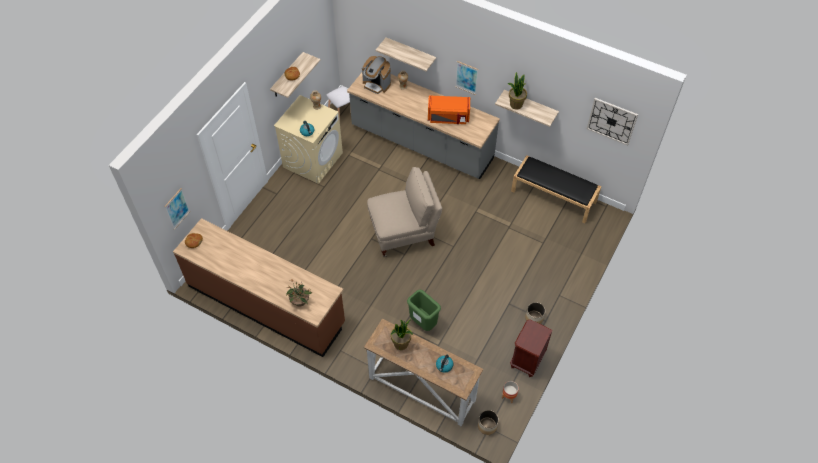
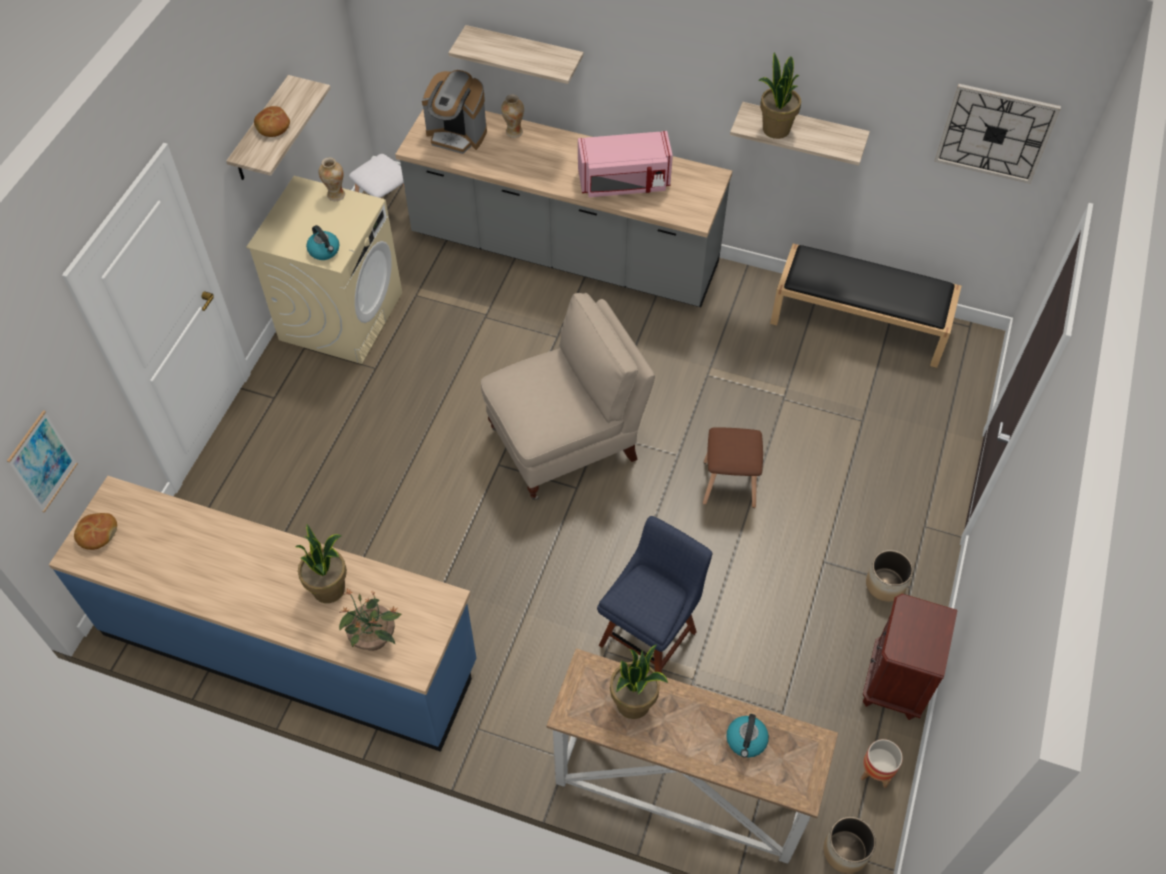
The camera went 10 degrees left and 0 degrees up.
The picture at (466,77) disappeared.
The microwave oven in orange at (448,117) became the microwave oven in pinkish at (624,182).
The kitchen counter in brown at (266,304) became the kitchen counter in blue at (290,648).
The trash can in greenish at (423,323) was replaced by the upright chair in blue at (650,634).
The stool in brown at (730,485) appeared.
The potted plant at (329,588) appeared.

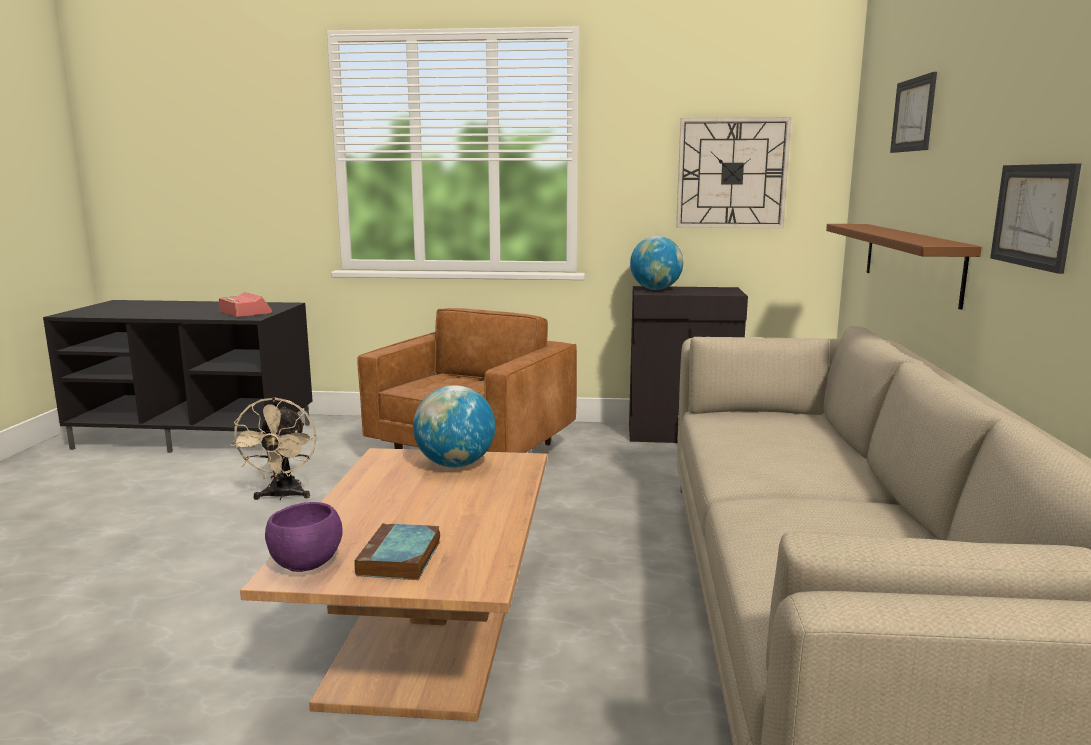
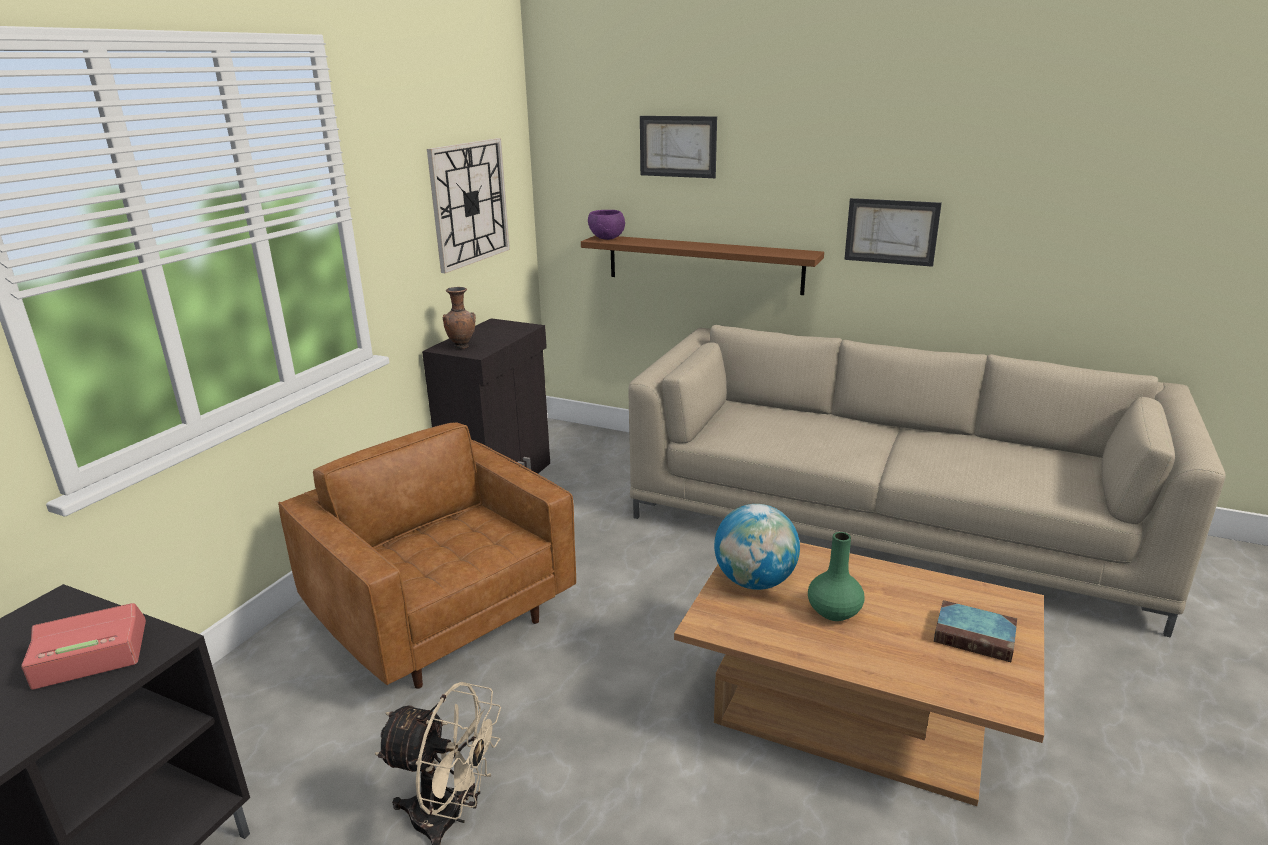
The camera went 70 degrees left and 10 degrees up.
The world globe at (655,289) was replaced by the vase in brown at (462,346).
The deep dish in purple-coloured moved from (306,565) to (607,238).
The vase in greenish at (833,612) appeared.

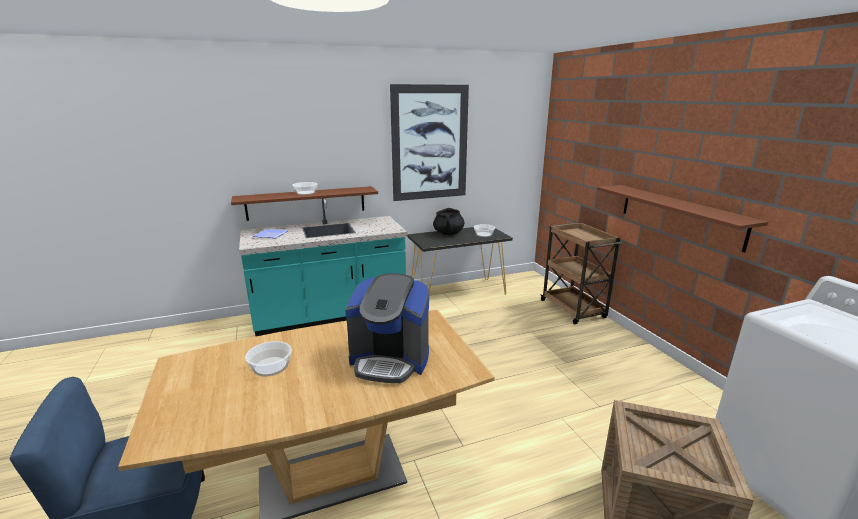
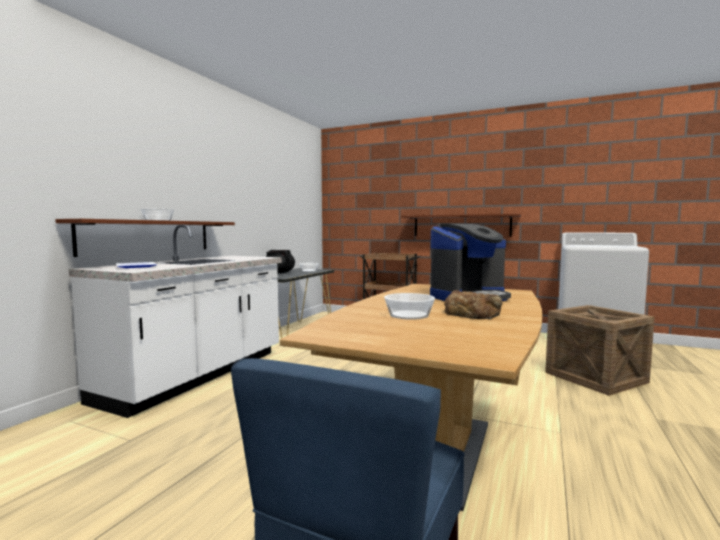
The camera went 45 degrees left and 15 degrees down.
The picture at (430,143) disappeared.
The kitchen counter in blue-green at (331,316) became the kitchen counter in white at (198,375).
The bakery bread at (472,313) appeared.

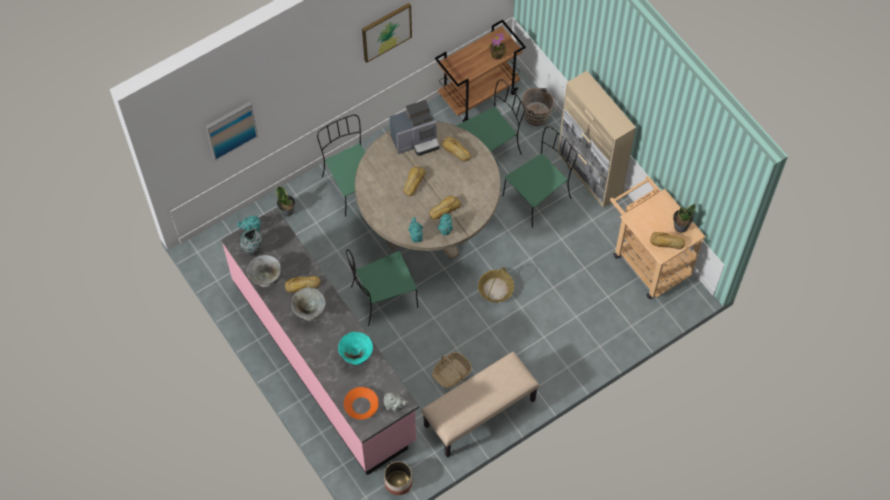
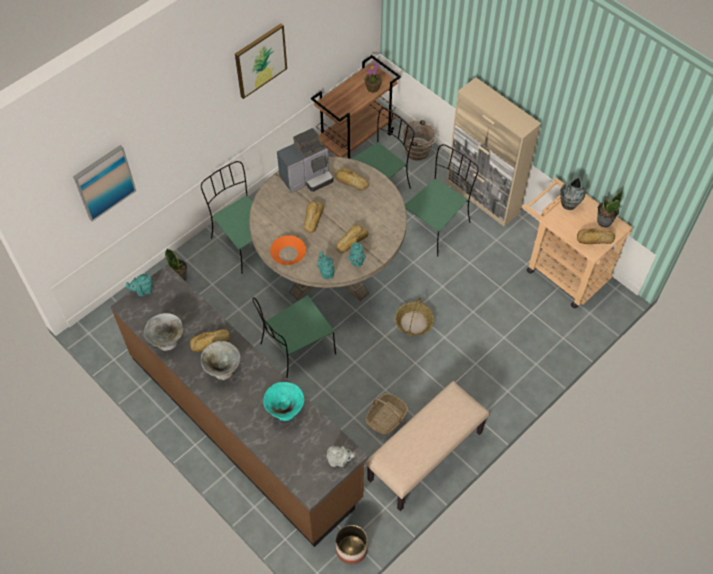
The camera went 10 degrees left and 5 degrees down.
The kitchen counter in pinkish at (324,360) became the kitchen counter in brown at (244,426).
The vase moved from (252,249) to (568,204).
The deep dish in orange moved from (361,405) to (288,253).

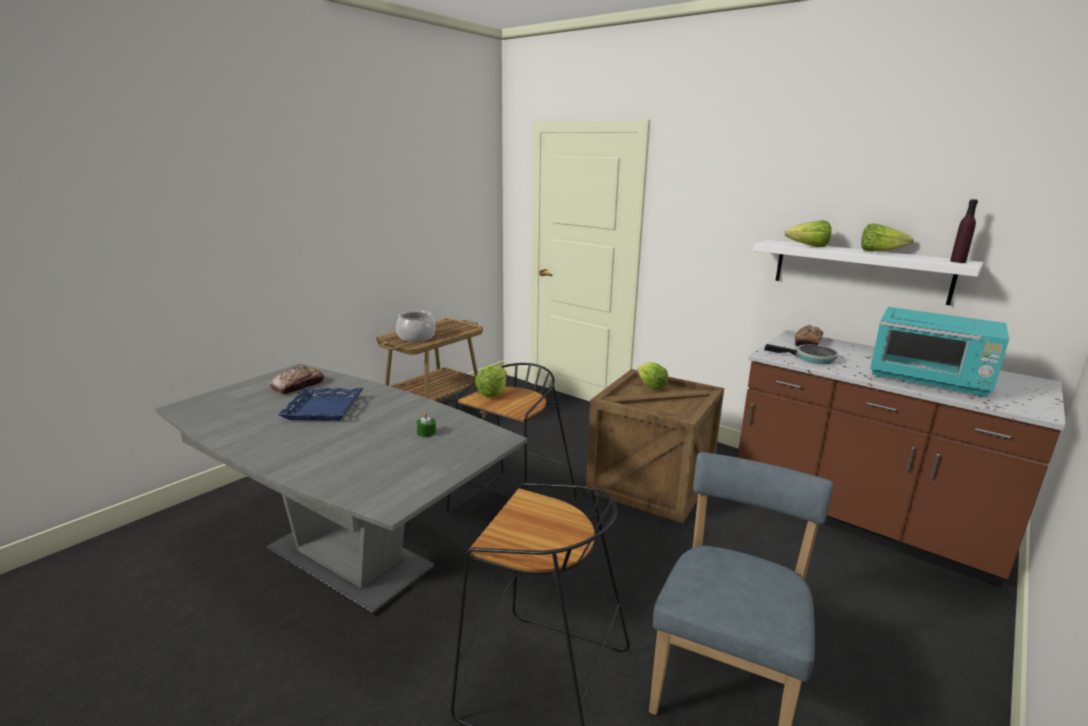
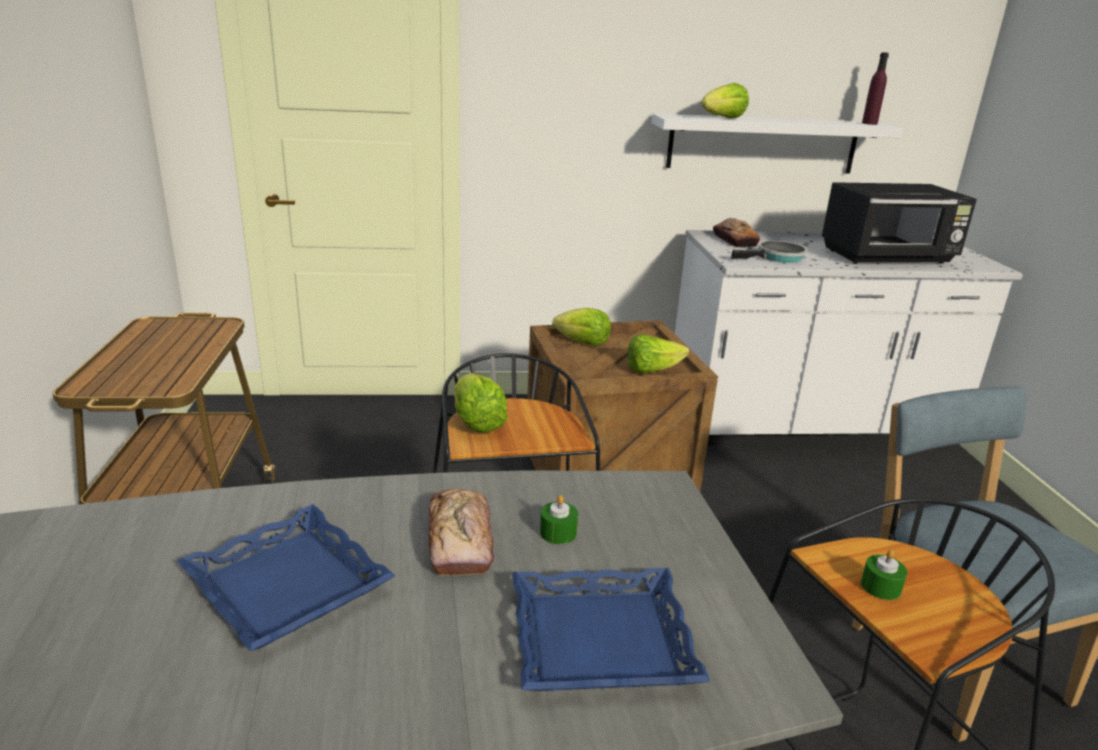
The camera went 45 degrees left and 5 degrees up.
The lettuce head moved from (879,252) to (652,370).
The microwave oven in blue-green at (929,380) became the microwave oven in black-coloured at (888,257).
The cooking pot at (416,337) disappeared.
The kitchen counter in brown at (861,519) became the kitchen counter in white at (806,425).
The bakery bread moved from (298,386) to (460,541).
The candle in greenish at (880,587) appeared.
The carrying tray in blue at (601,641) appeared.

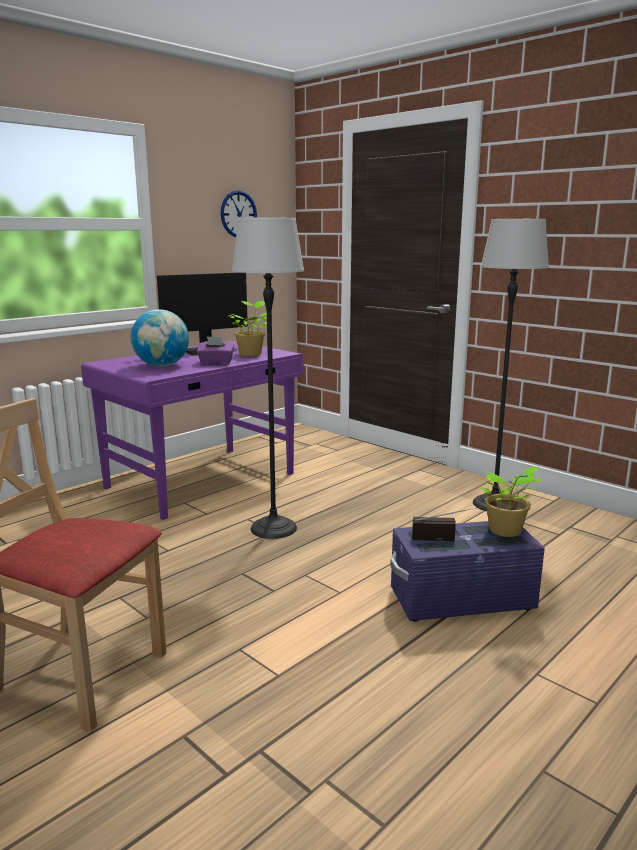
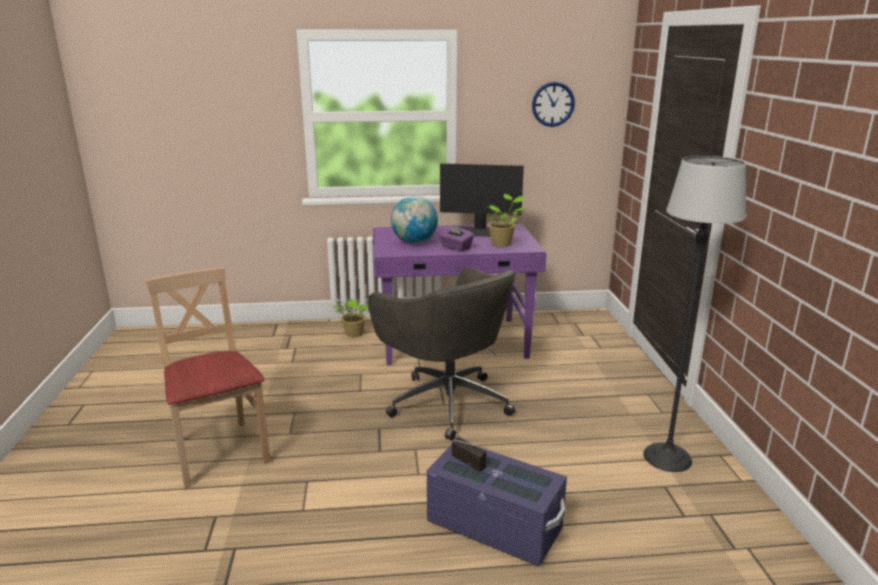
The camera went 40 degrees right and 5 degrees up.
The floor lamp at (273,528) was replaced by the desk chair in gray at (446,402).
The potted plant moved from (506,532) to (353,334).

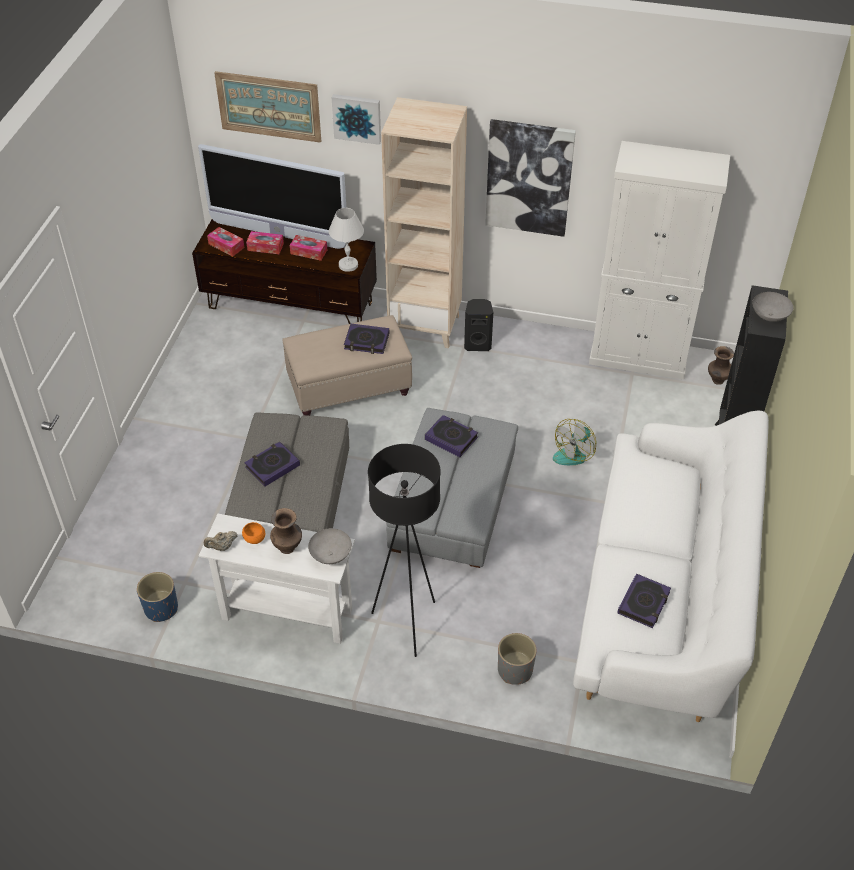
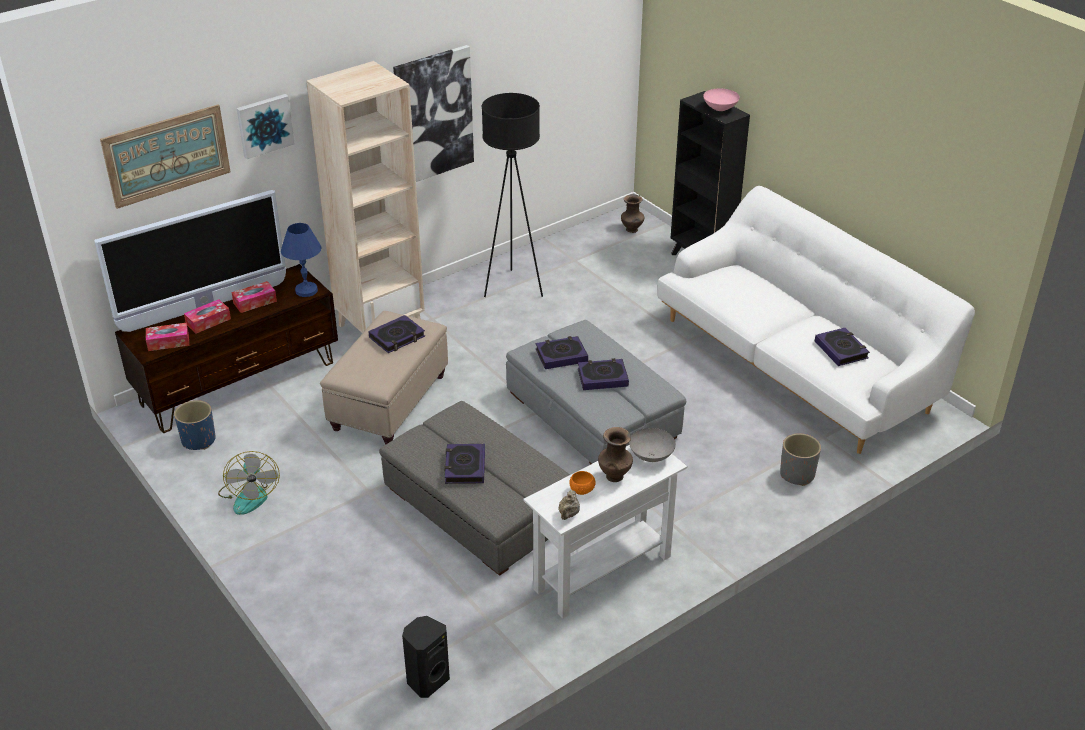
The camera went 50 degrees left and 10 degrees down.
The cabinet in white at (639,356) disappeared.
The lamp for a table in white at (348,265) became the lamp for a table in blue at (306,290).
The deep dish in gray at (770,316) became the deep dish in pinkish at (720,108).
The speaker in black-coloured moved from (477,344) to (427,680).
The electric fan moved from (574,452) to (250,495).
The floor lamp in black-coloured moved from (407,624) to (513,288).
The flower pot in blue moved from (161,608) to (198,440).
The bound book at (602,377) appeared.

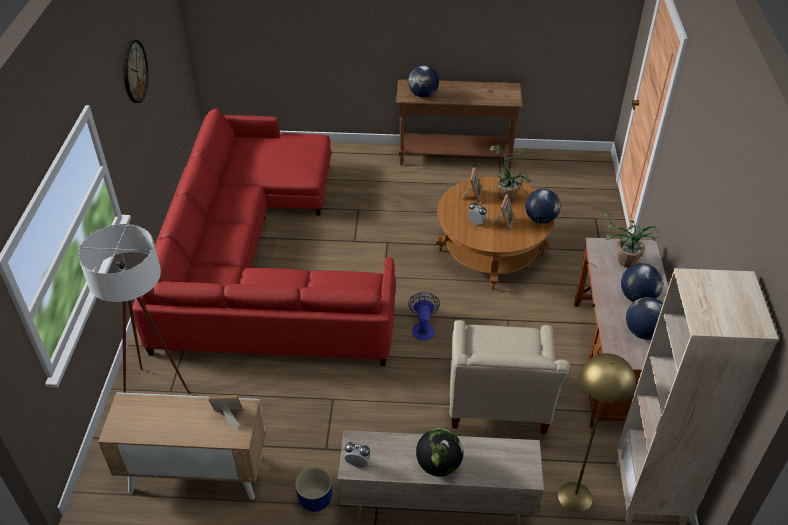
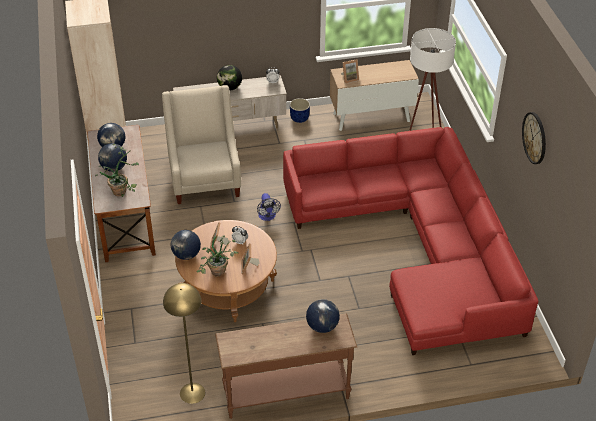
The camera went 165 degrees right and 0 degrees up.
The floor lamp in yellow-coloured moved from (575,497) to (192,393).

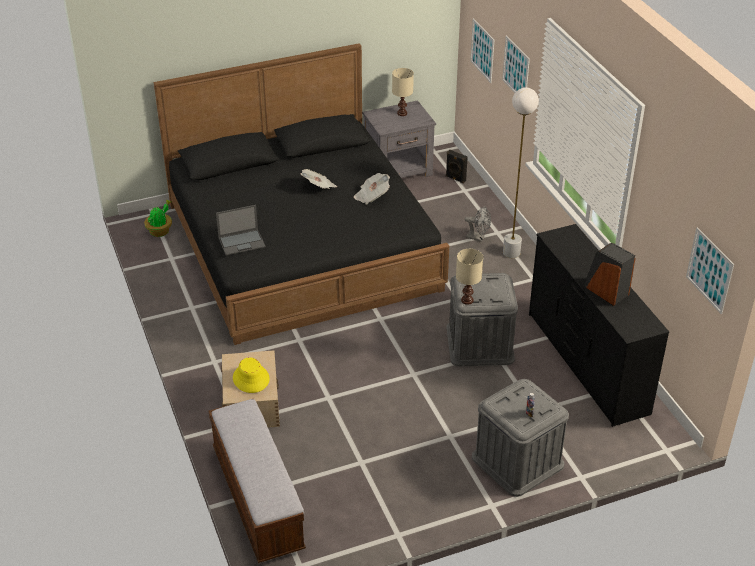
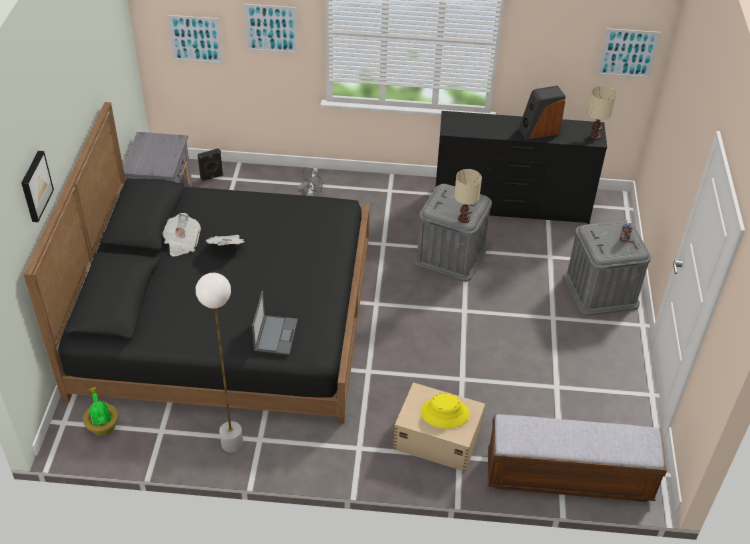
The camera went 65 degrees left and 5 degrees up.
The lamp for a table in beige moved from (401,113) to (594,136).
The floor lamp in white moved from (511,253) to (232,443).
The daily paper moved from (371,196) to (182,243).
The picture at (35,186) appeared.

